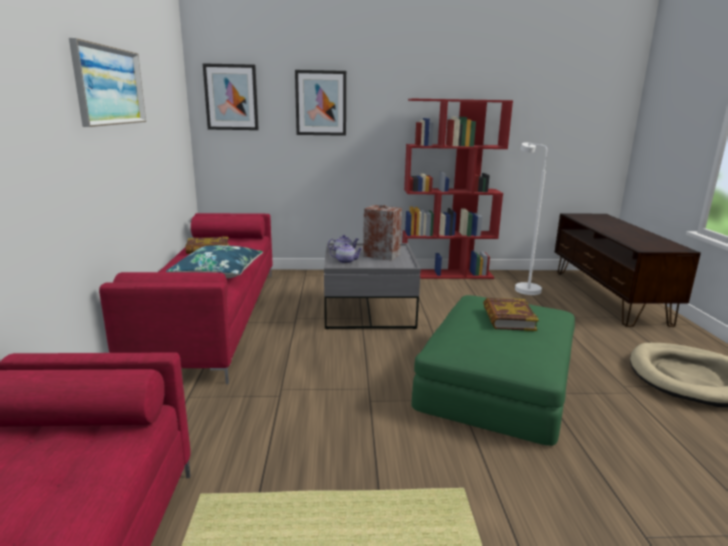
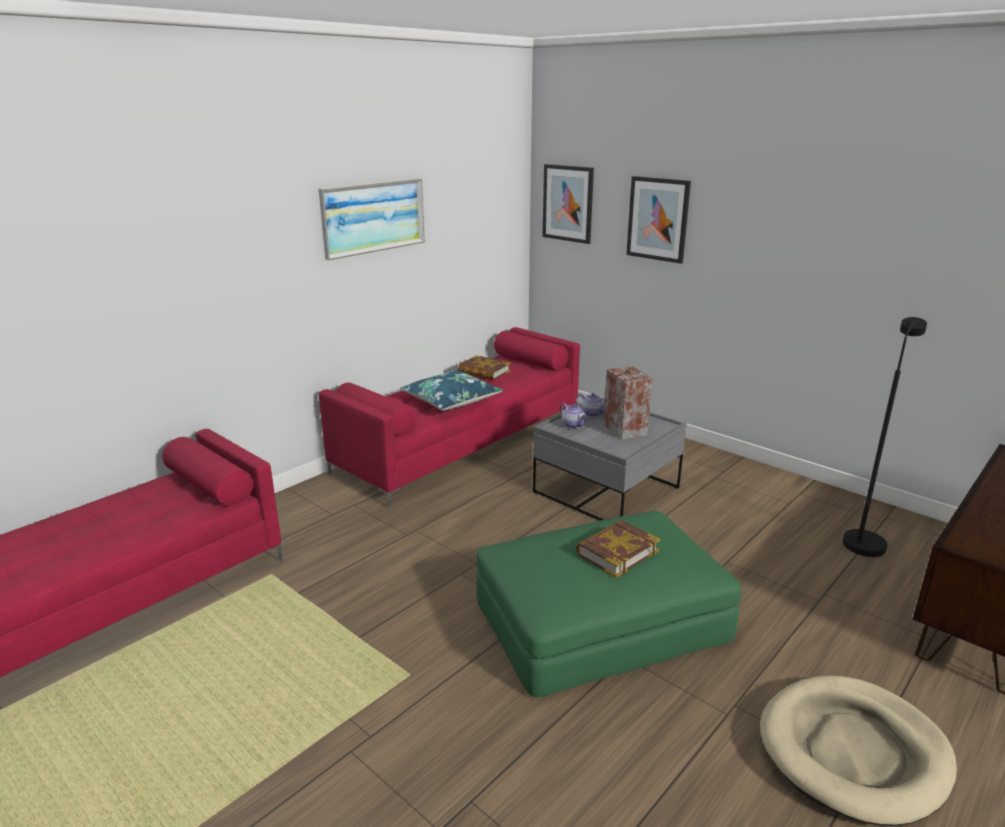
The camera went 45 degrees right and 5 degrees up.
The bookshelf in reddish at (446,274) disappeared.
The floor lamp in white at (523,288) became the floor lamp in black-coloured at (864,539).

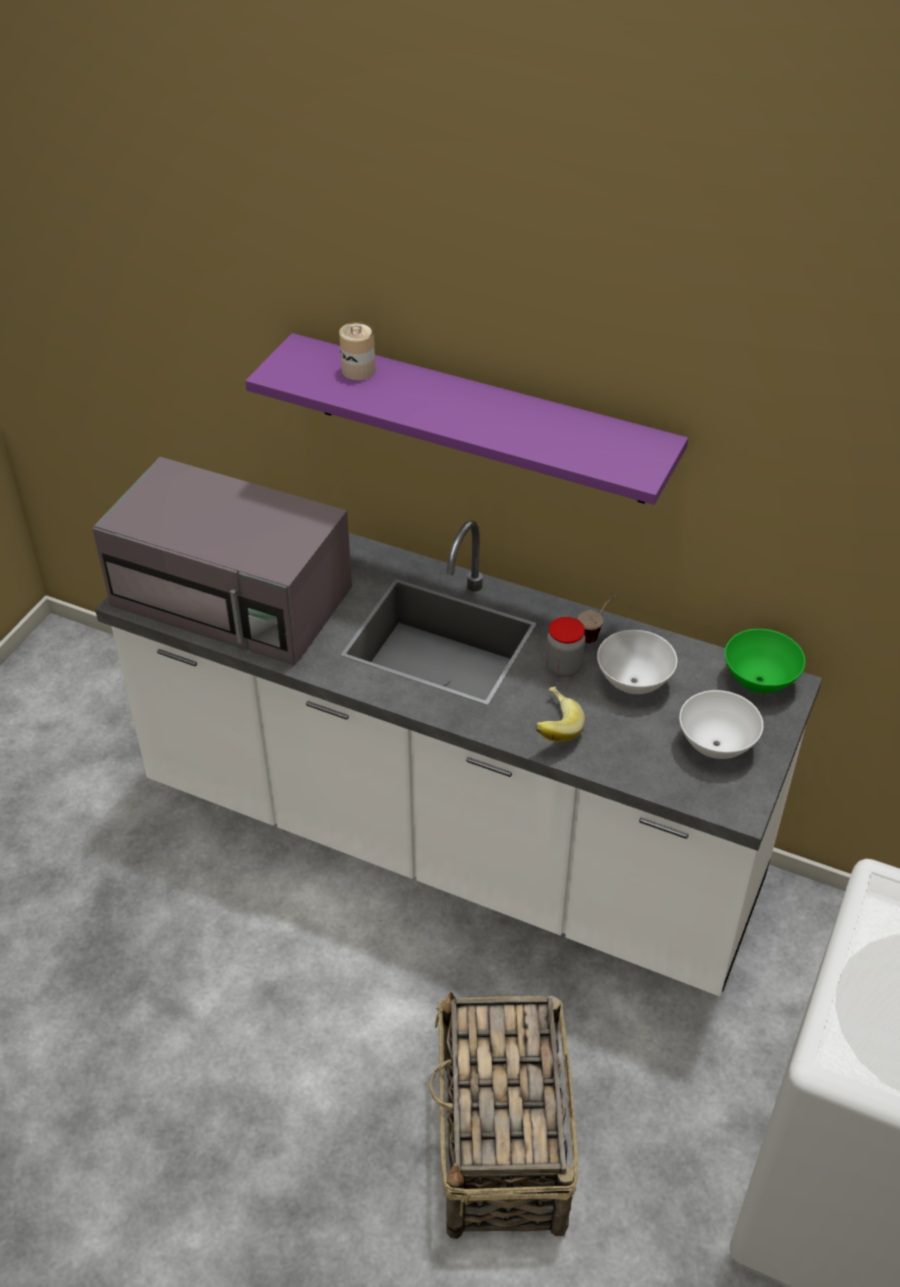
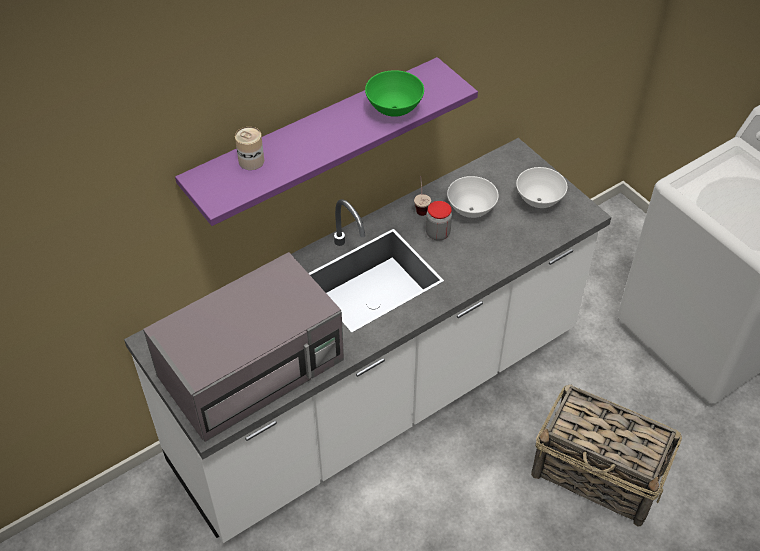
The camera went 60 degrees left and 5 degrees up.
The deep dish in greenish moved from (759,681) to (393,110).
The banana fruit at (552,728) disappeared.

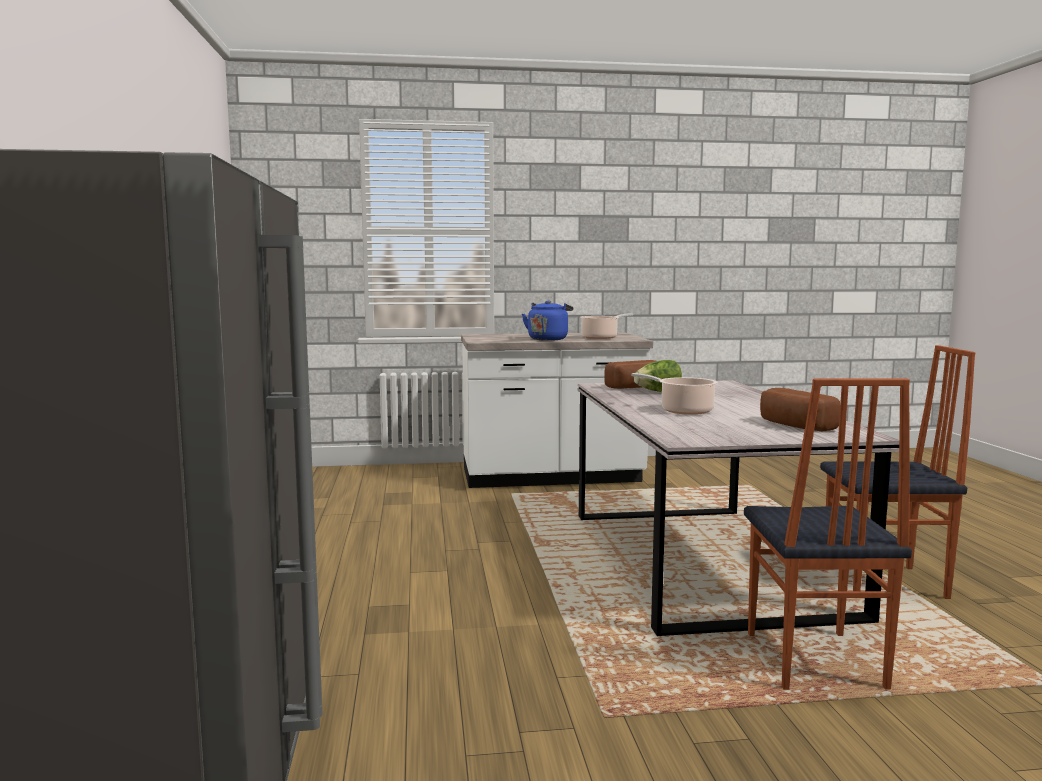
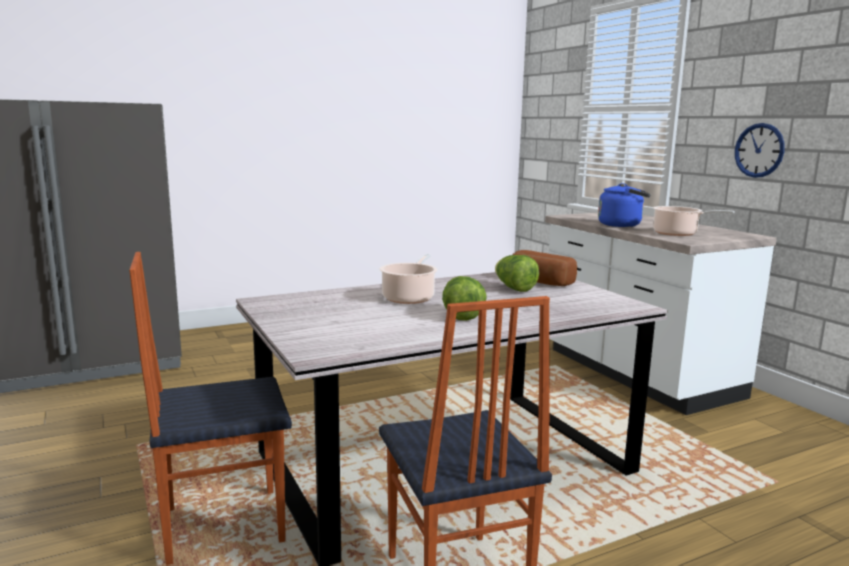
The camera went 70 degrees right and 5 degrees up.
The bakery bread at (793,426) disappeared.
The clock on the wall at (759,150) appeared.
The lettuce head at (461,315) appeared.

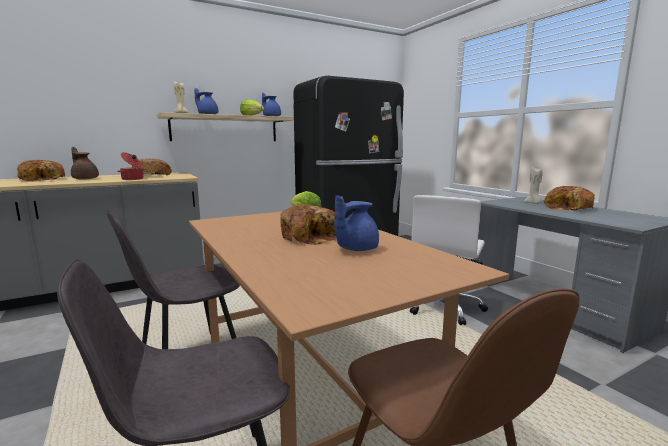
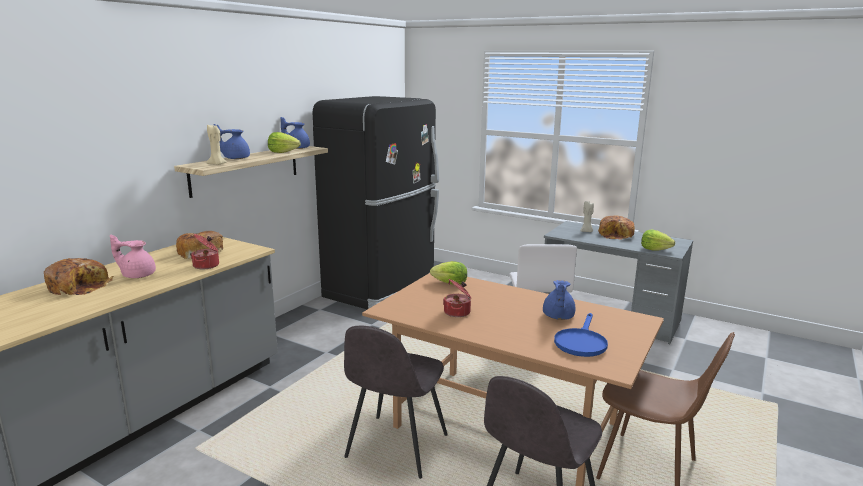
The camera went 30 degrees left and 5 degrees up.
The tea pot in brown at (85,179) became the tea pot in pinkish at (137,275).
The bakery bread at (312,236) disappeared.
The lettuce head at (654,249) appeared.
The cooking pot at (458,312) appeared.
The pan in blue at (581,342) appeared.

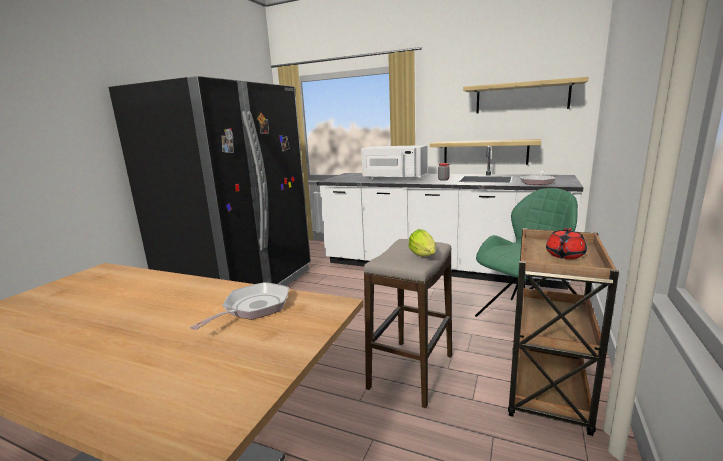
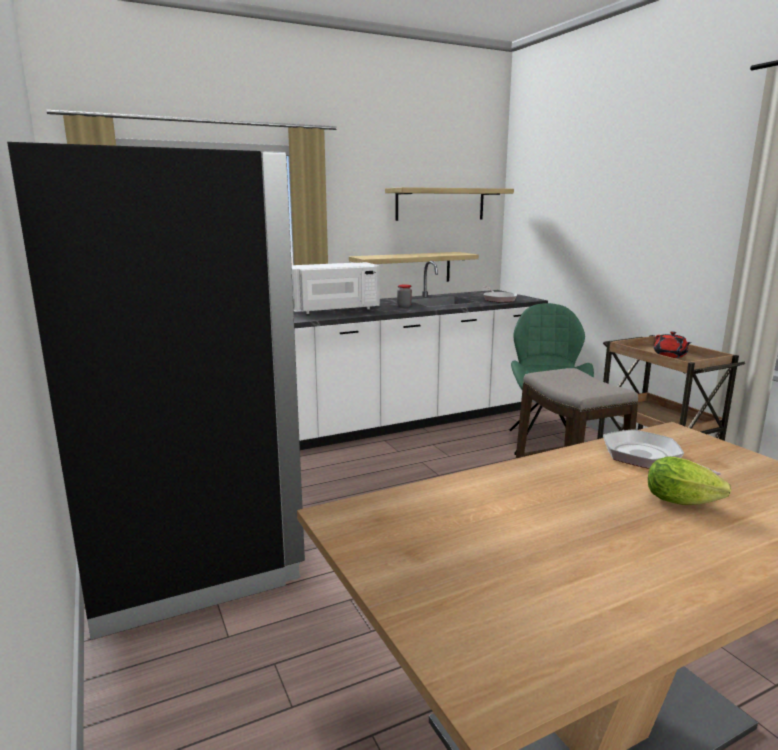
The camera went 50 degrees left and 0 degrees up.
The lettuce head moved from (424,256) to (685,503).

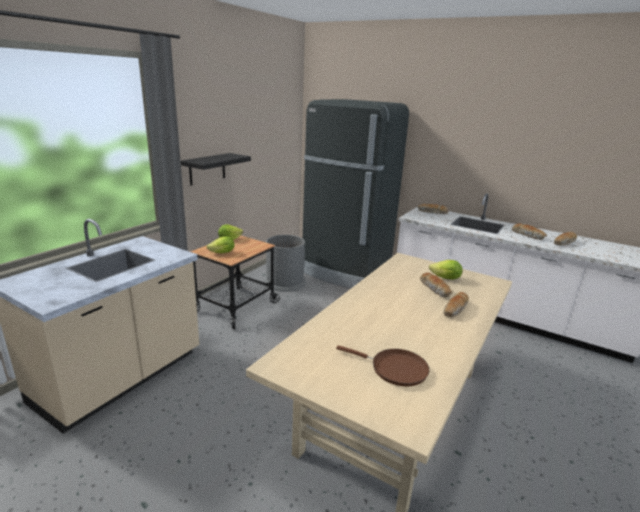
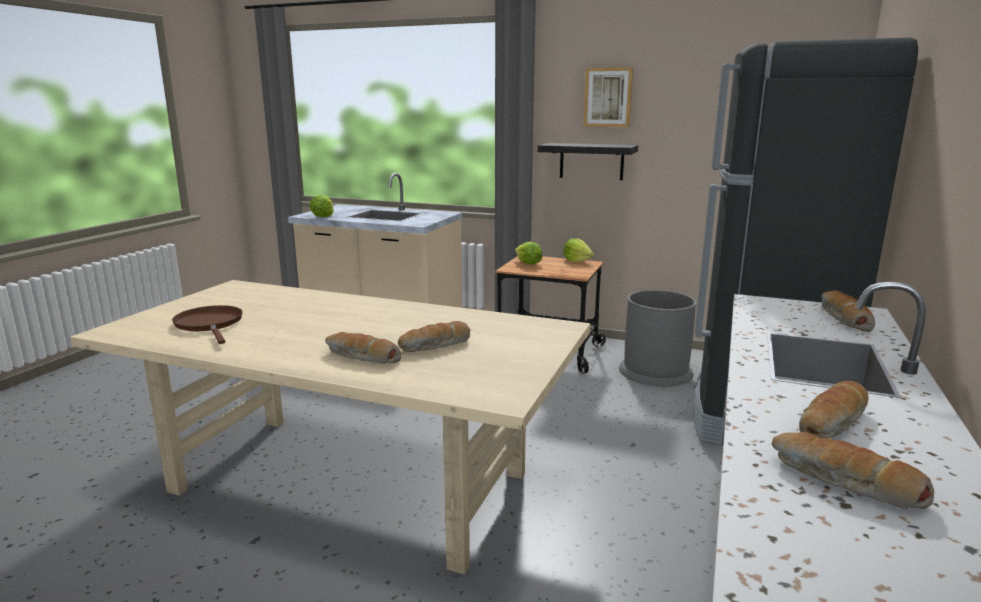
The camera went 80 degrees right and 5 degrees down.
The lettuce head moved from (445,278) to (323,216).
The pan in brown at (395,369) turned 135 degrees clockwise.
The picture at (608,97) appeared.

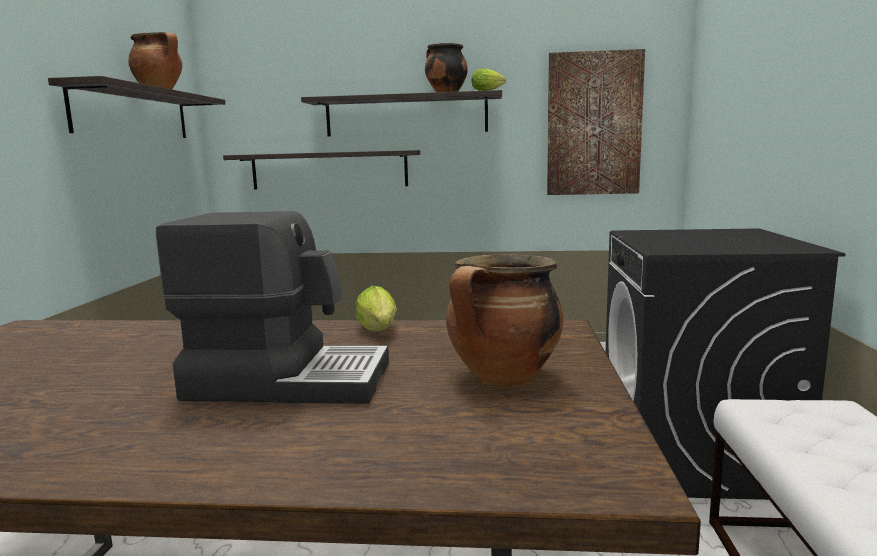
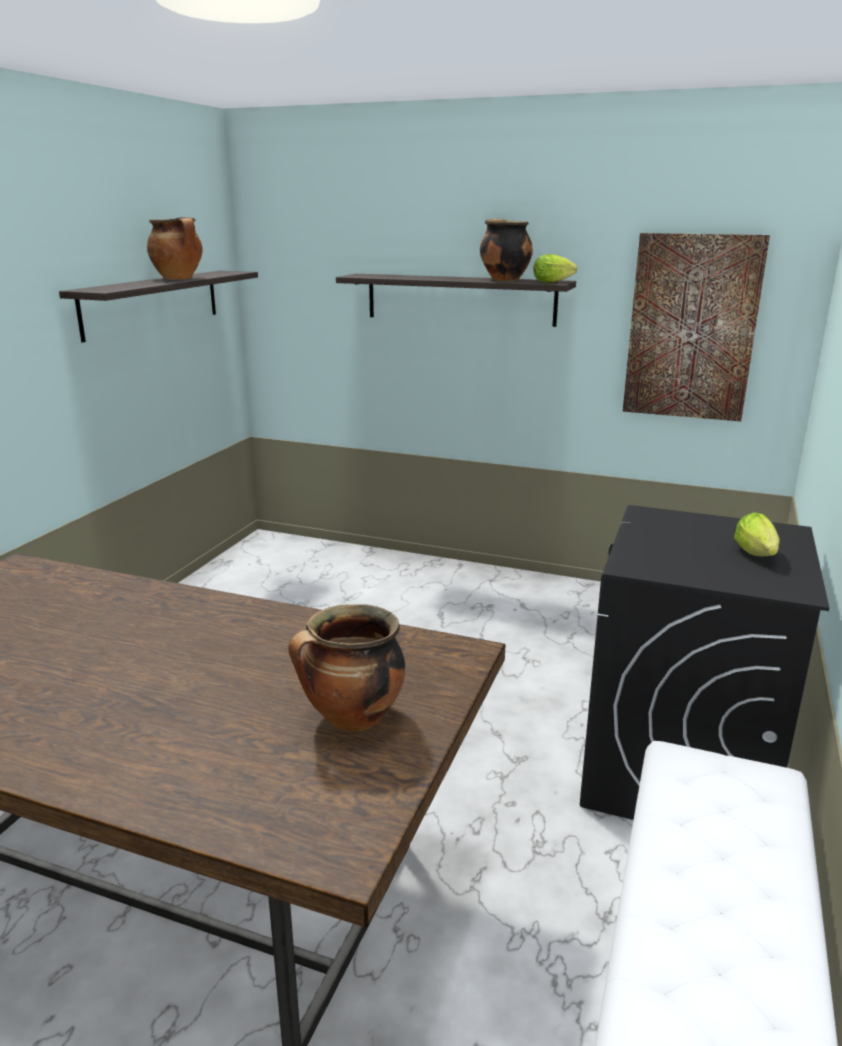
The camera went 15 degrees right and 10 degrees up.
The shelf at (329,170) disappeared.
The coffee brewer at (288,380) disappeared.
The lettuce head moved from (379,332) to (757,555).

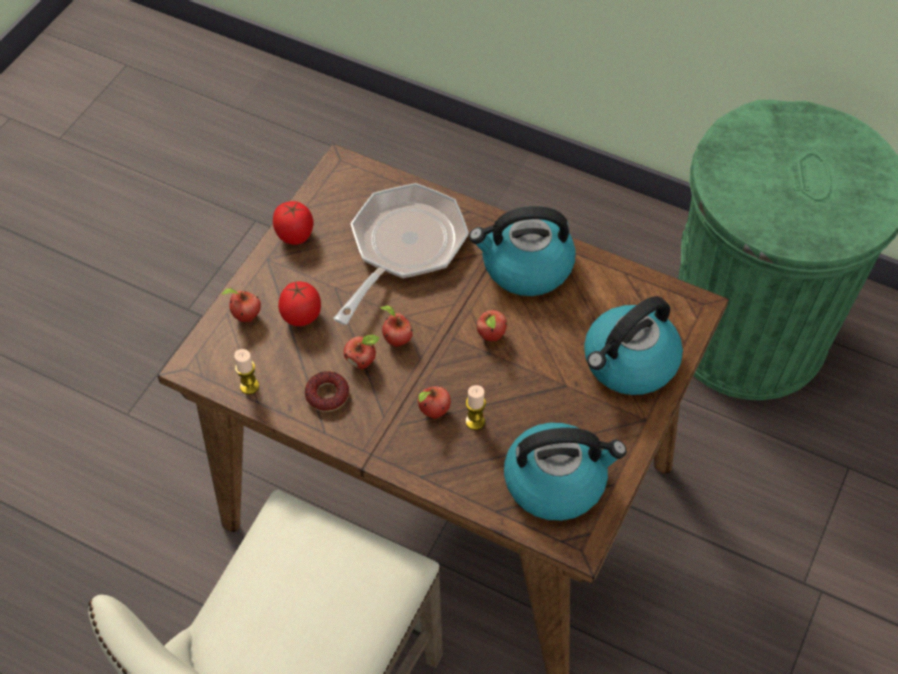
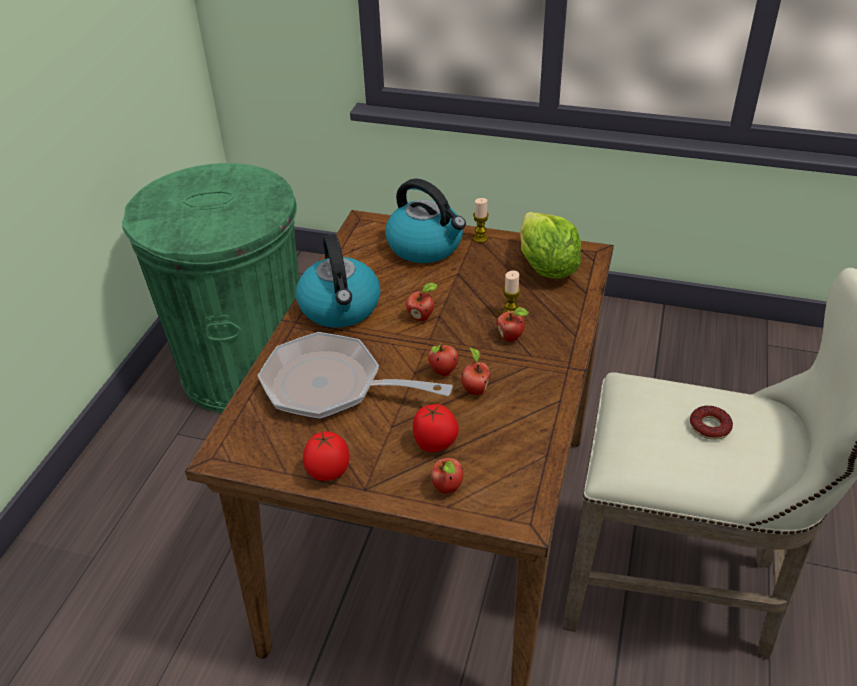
The camera went 100 degrees left and 15 degrees down.
The candle moved from (249,386) to (480,238).
The donut moved from (327,395) to (709,426).
The water kettle at (556,481) was replaced by the lettuce head at (546,268).

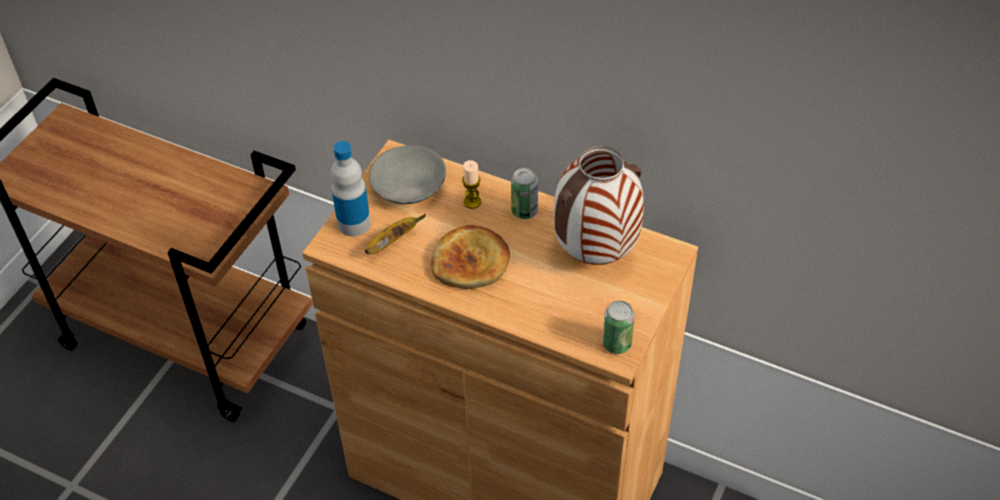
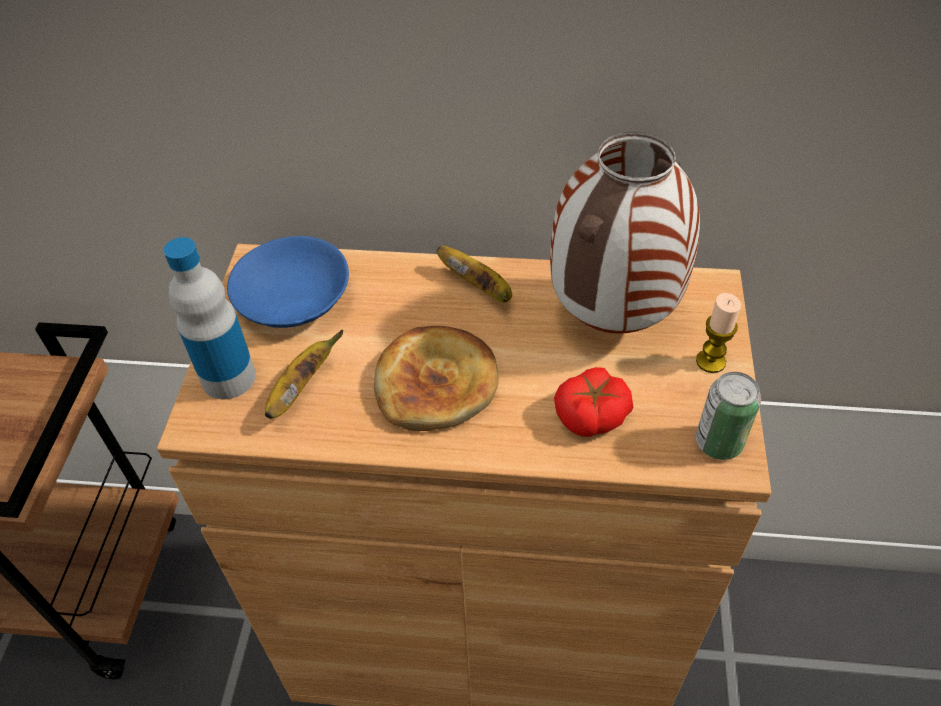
The camera went 20 degrees left and 0 degrees up.
The deep dish in gray at (407,187) became the deep dish in blue at (292,301).
The candle moved from (472,202) to (710,361).
The metal can at (524,211) was replaced by the banana fruit at (479,288).
The whole tomato at (592,415) appeared.

